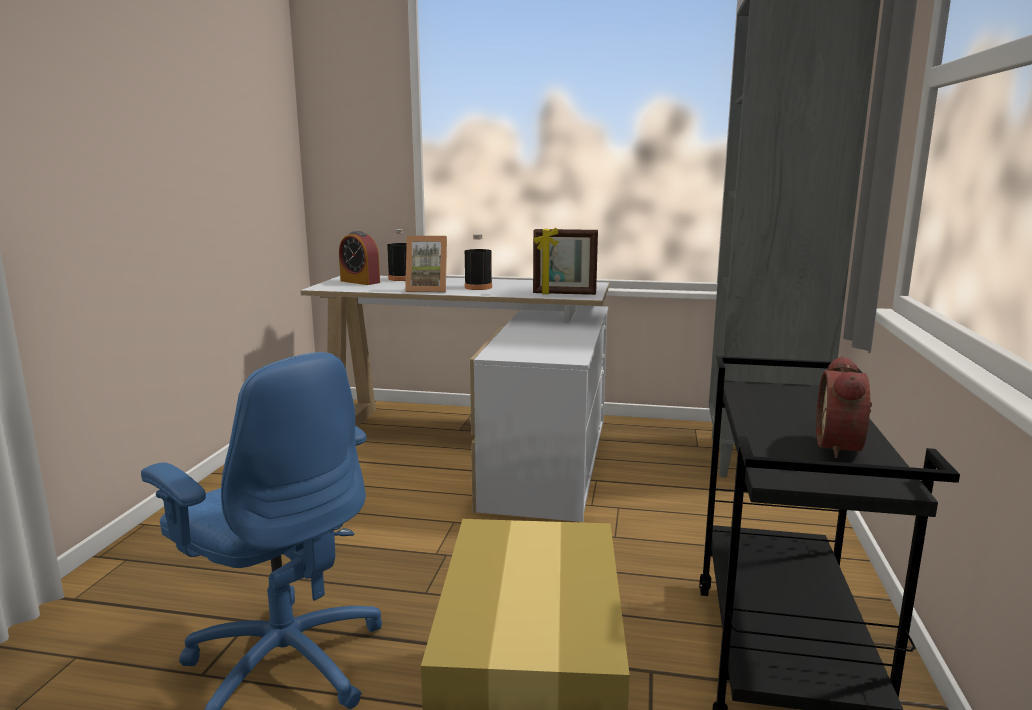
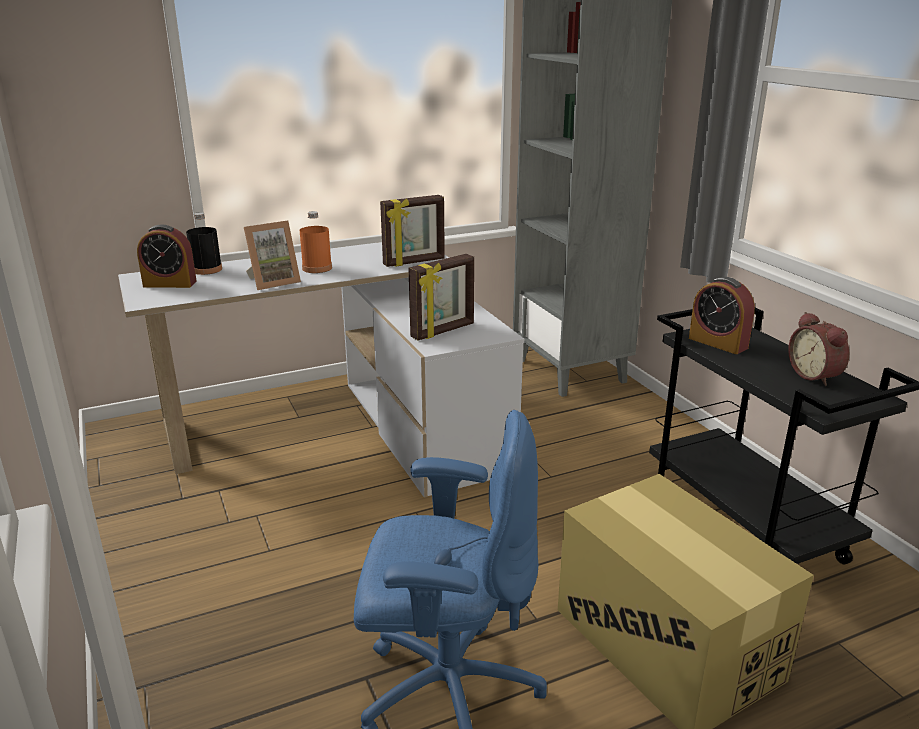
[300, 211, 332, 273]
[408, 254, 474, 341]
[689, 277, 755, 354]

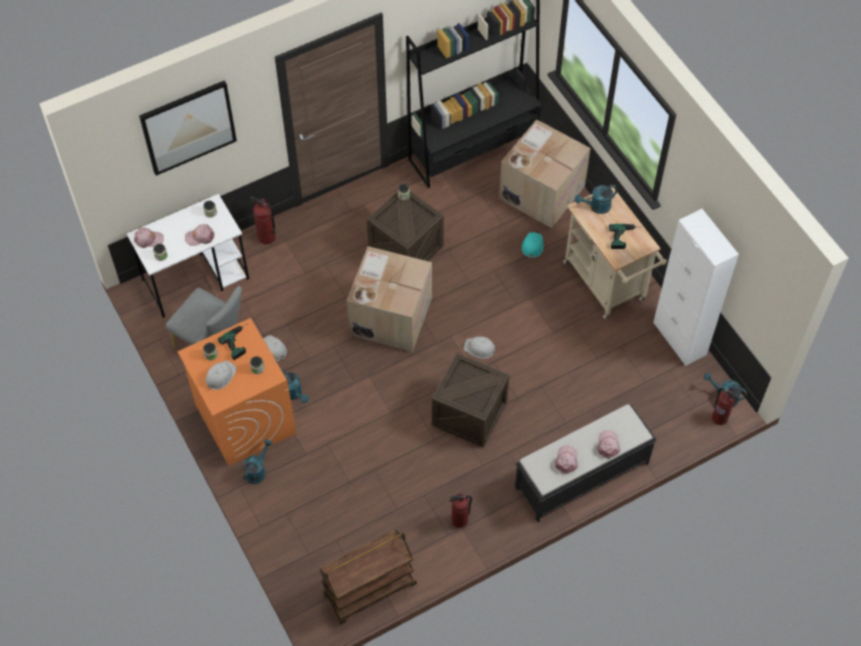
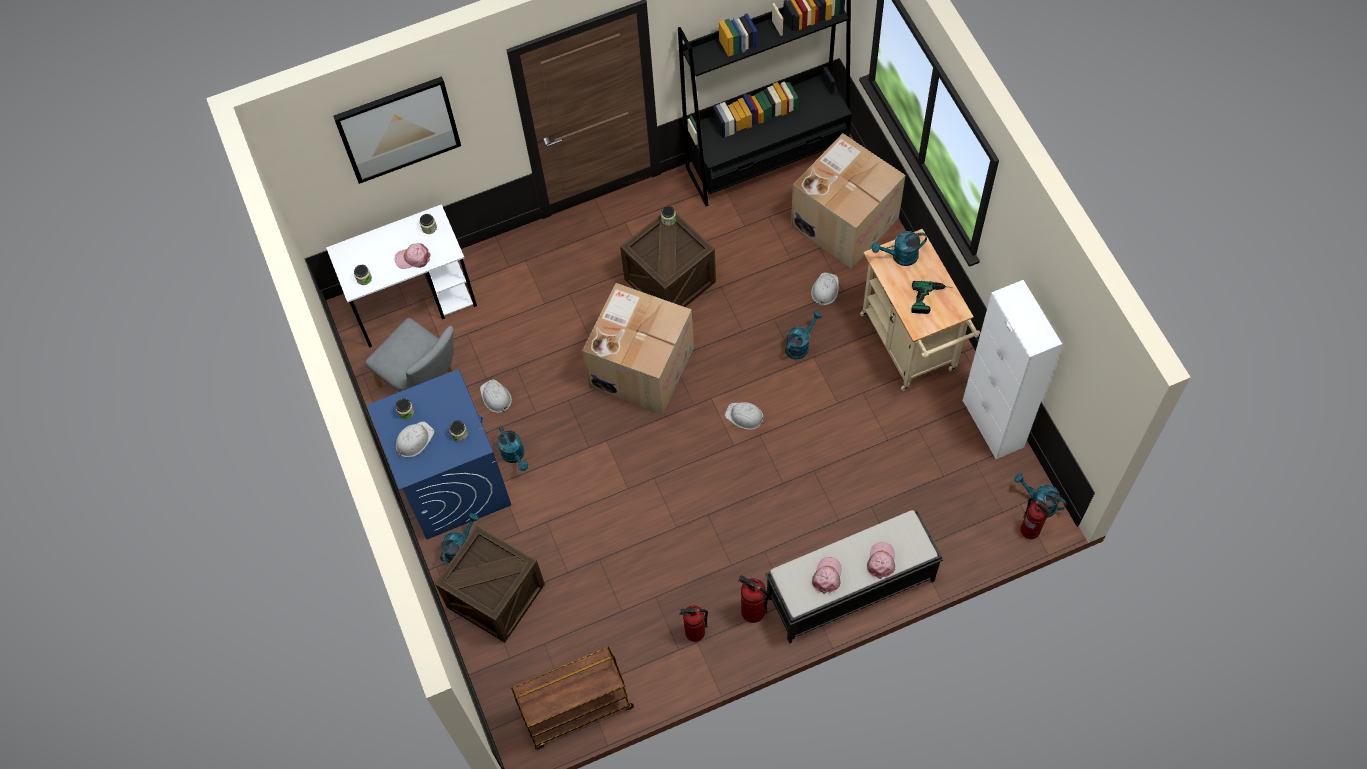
[134, 227, 164, 248] (first image)
[367, 369, 511, 539]
[218, 324, 247, 360] (first image)
[738, 575, 769, 623]
[435, 525, 545, 643]
[811, 272, 839, 306]
[785, 311, 822, 360]

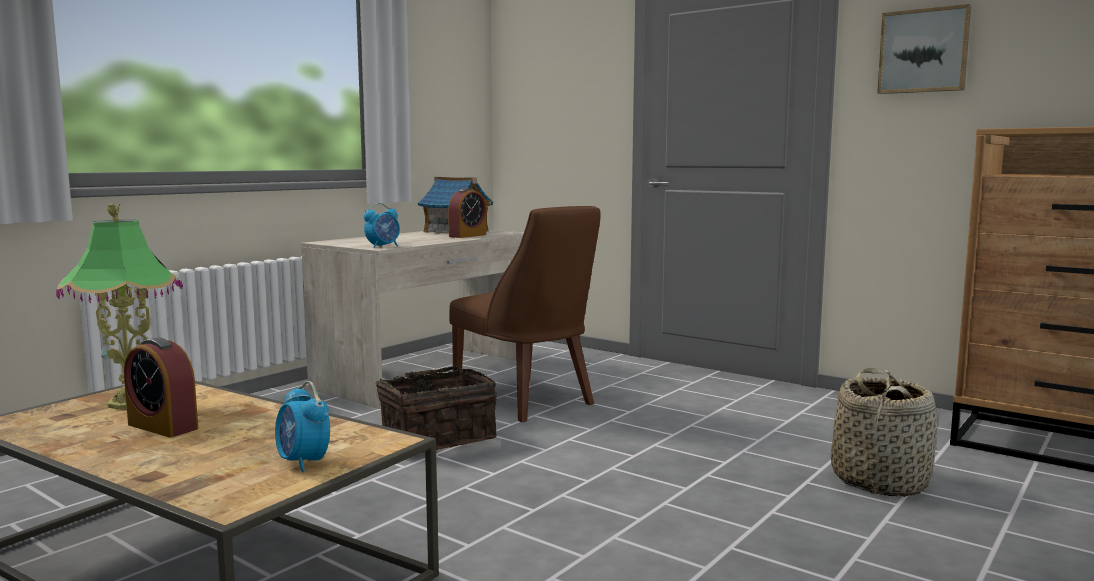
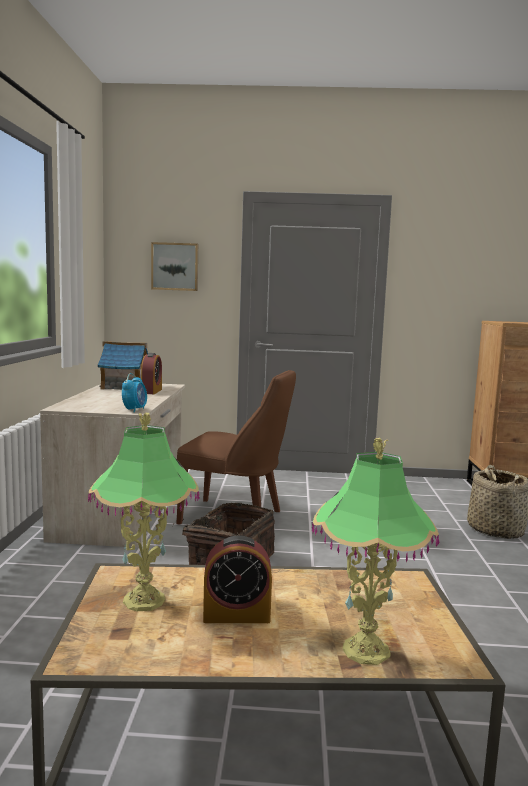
[275, 381, 330, 472] (first image)
[151, 242, 198, 291]
[312, 438, 439, 665]

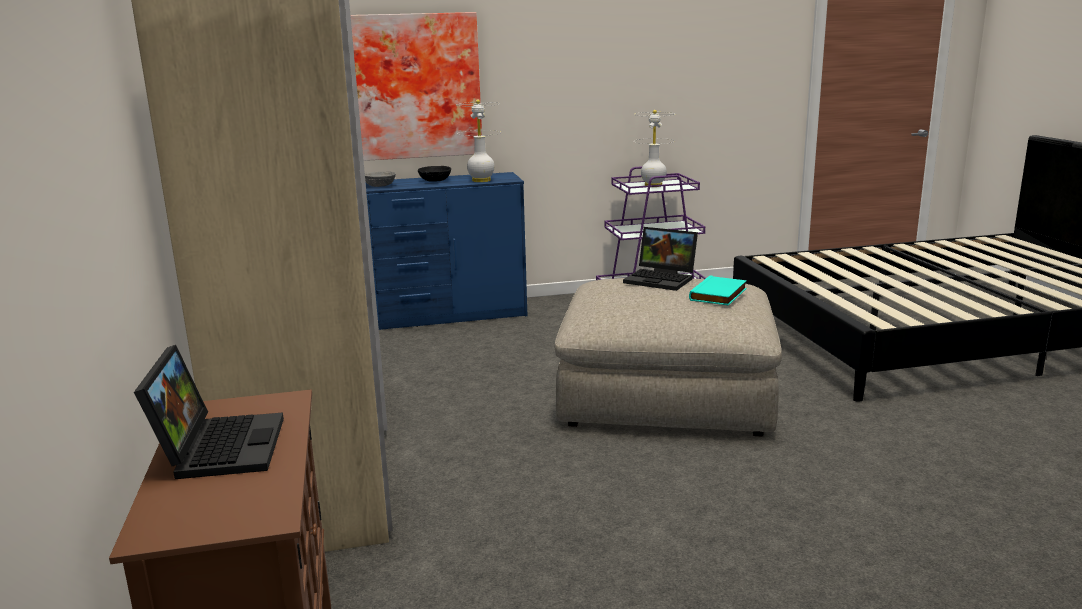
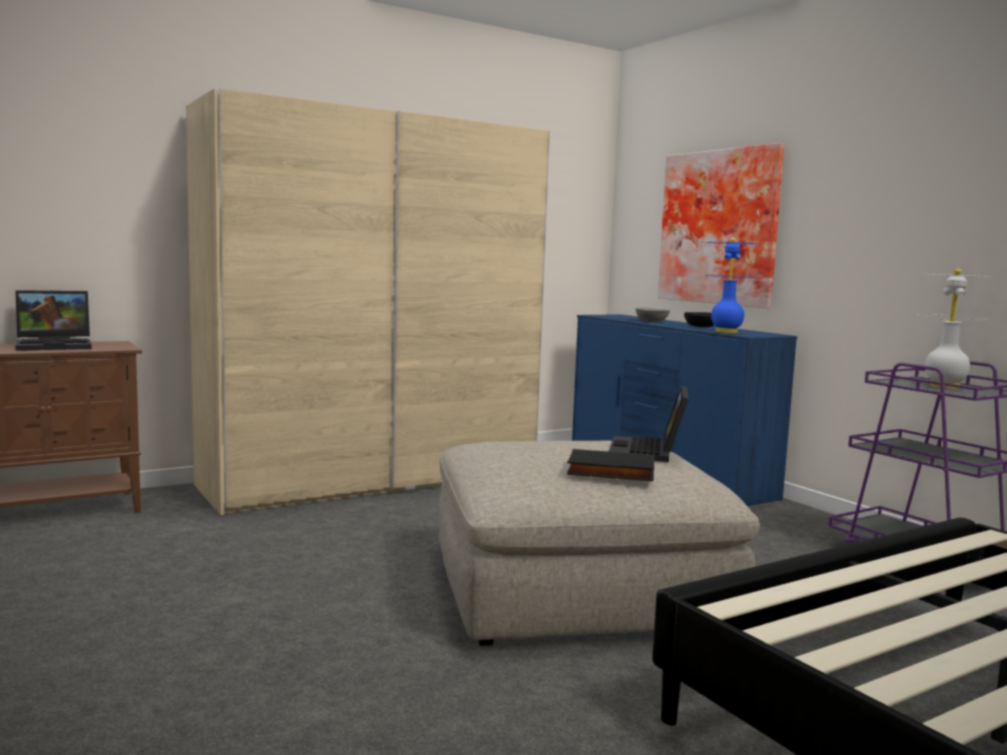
[704, 238, 758, 333]
[567, 449, 654, 481]

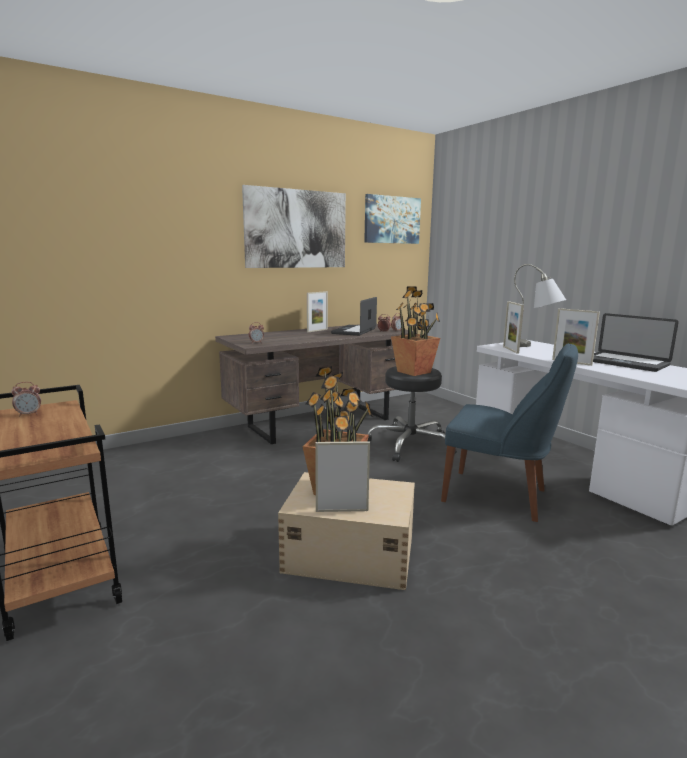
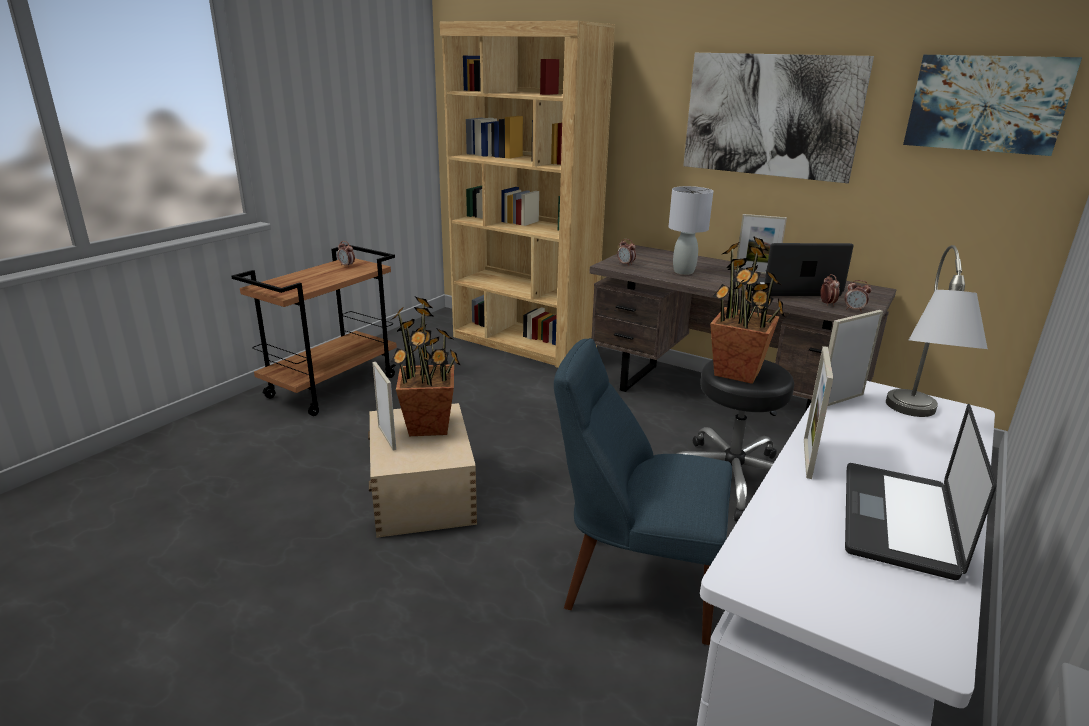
[554, 338, 732, 645]
[440, 21, 615, 368]
[669, 186, 713, 275]

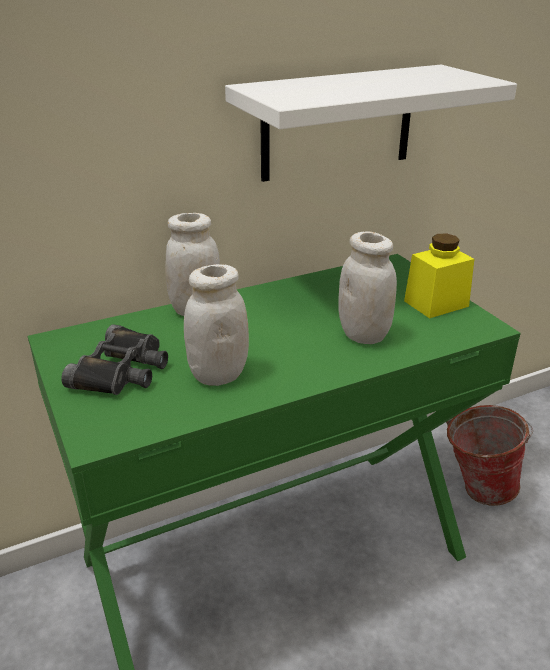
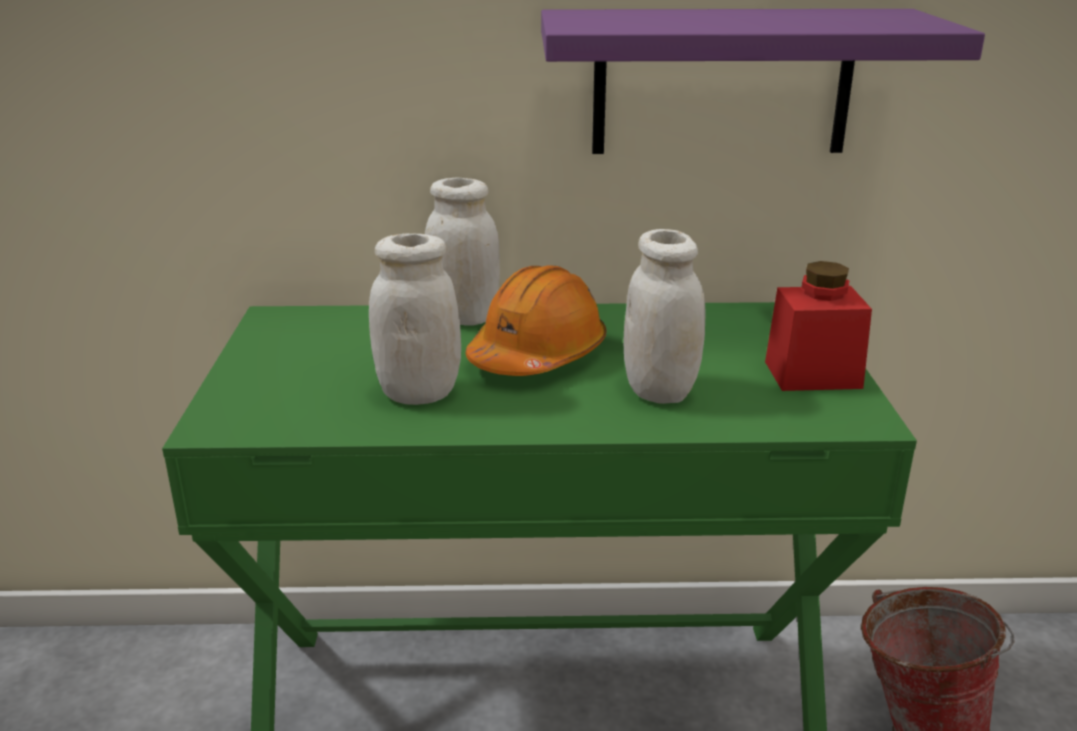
[61, 324, 168, 395] (first image)
[541, 9, 985, 154]
[765, 261, 872, 391]
[466, 265, 606, 376]

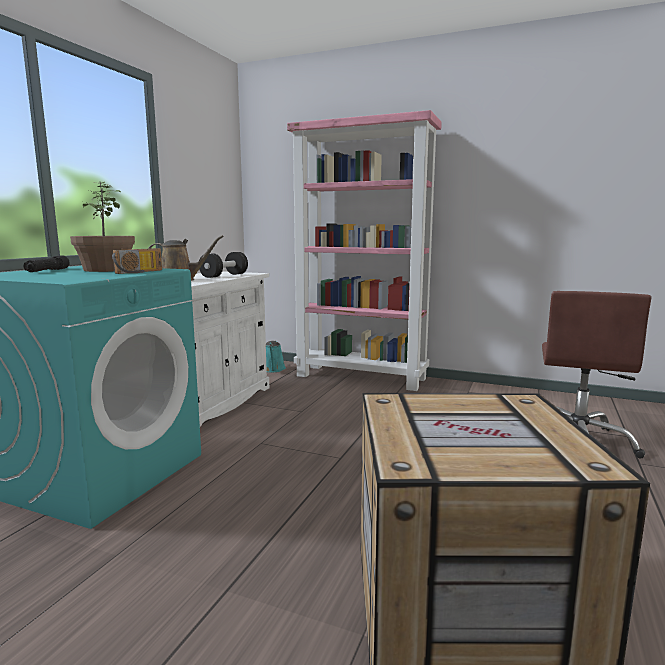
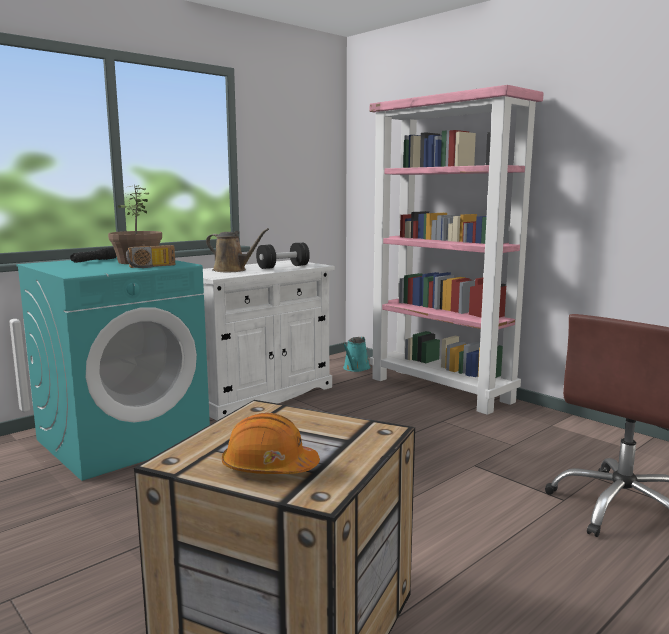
[222, 413, 320, 474]

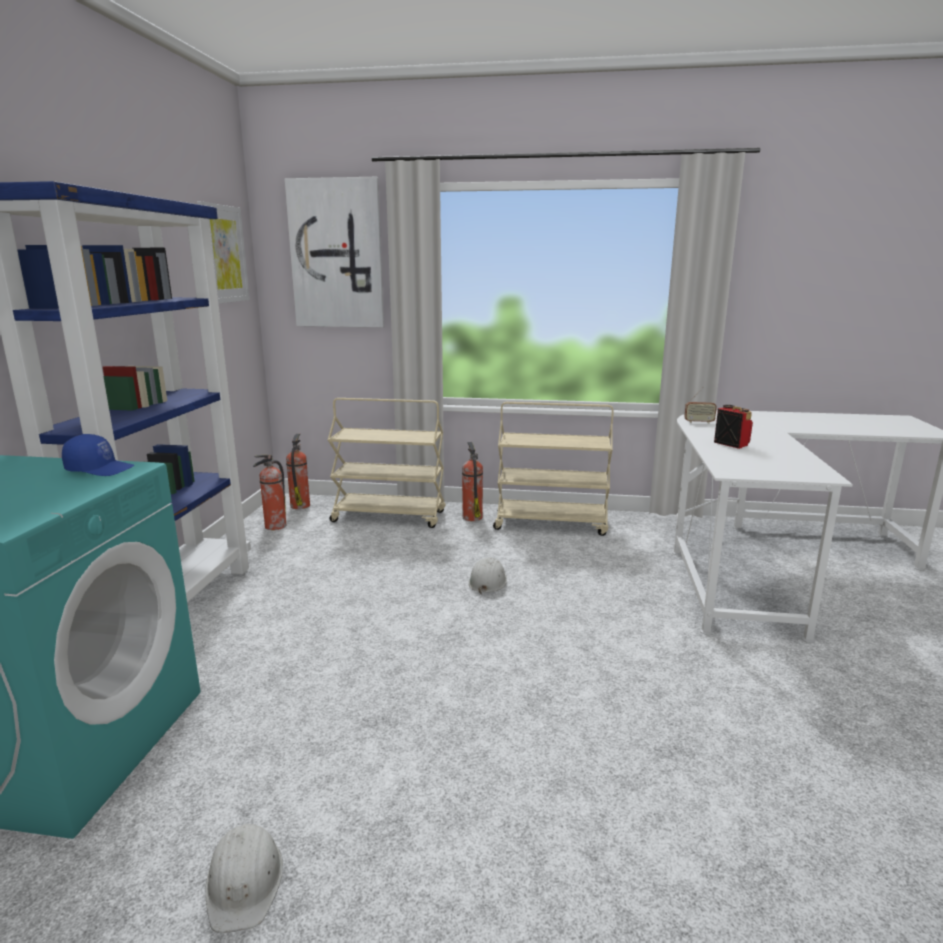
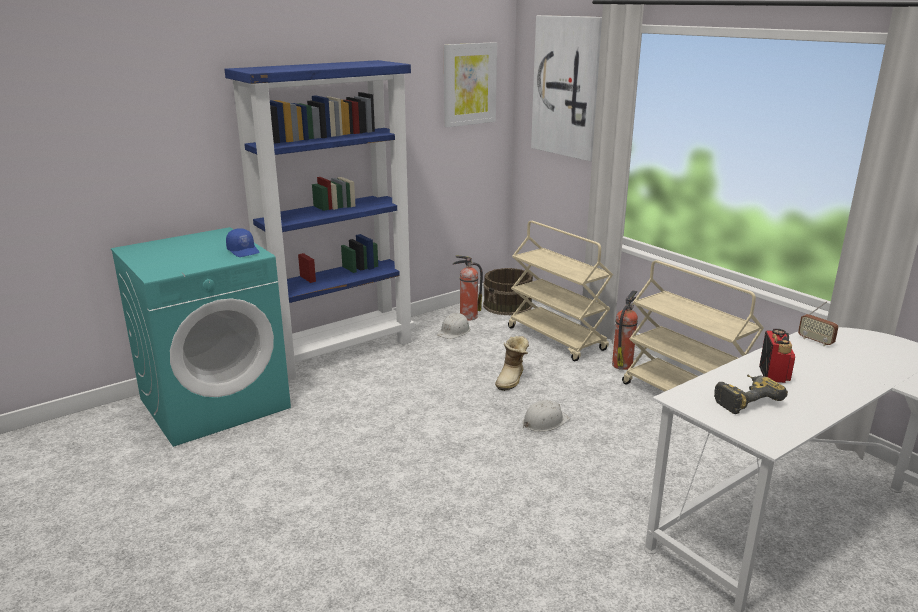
[437, 313, 470, 339]
[483, 268, 533, 315]
[495, 336, 529, 391]
[714, 375, 788, 414]

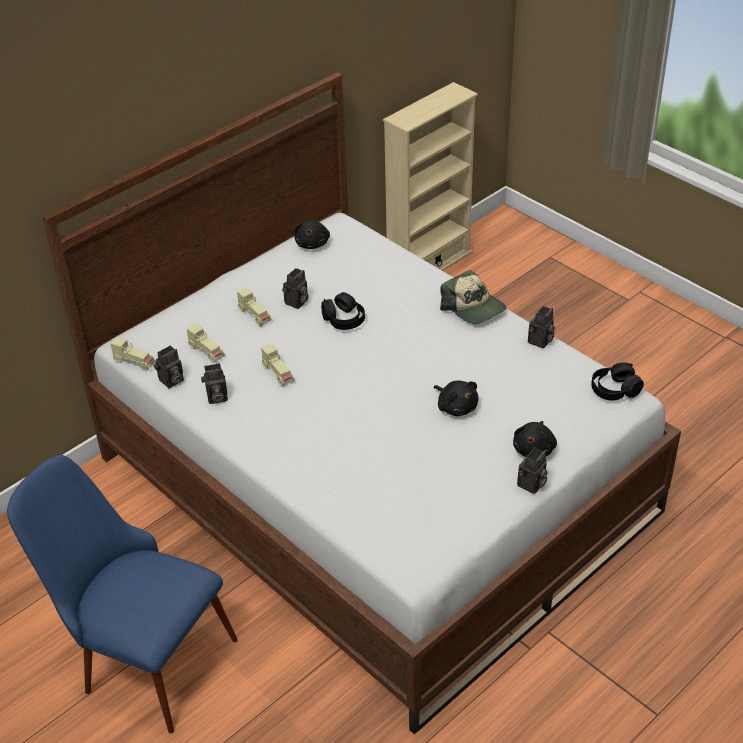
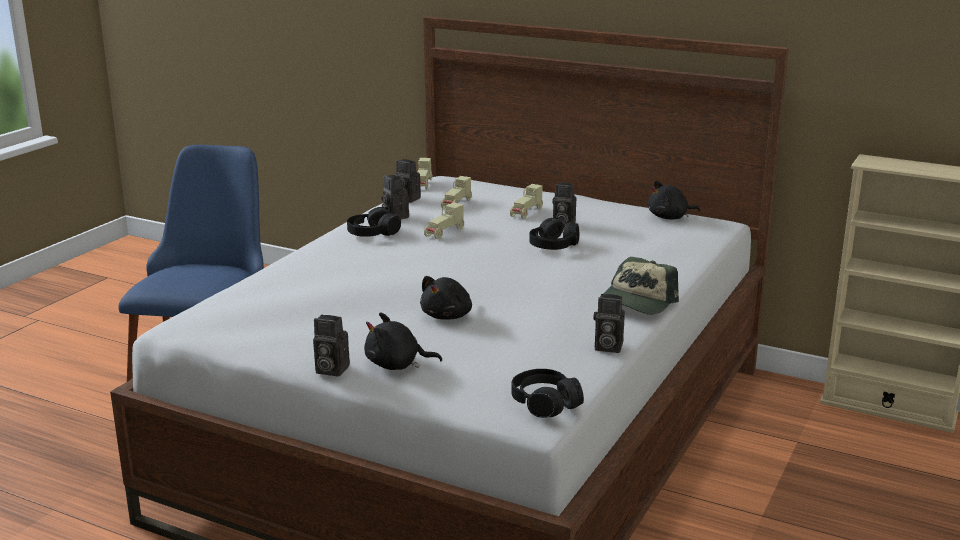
[347, 207, 401, 237]

